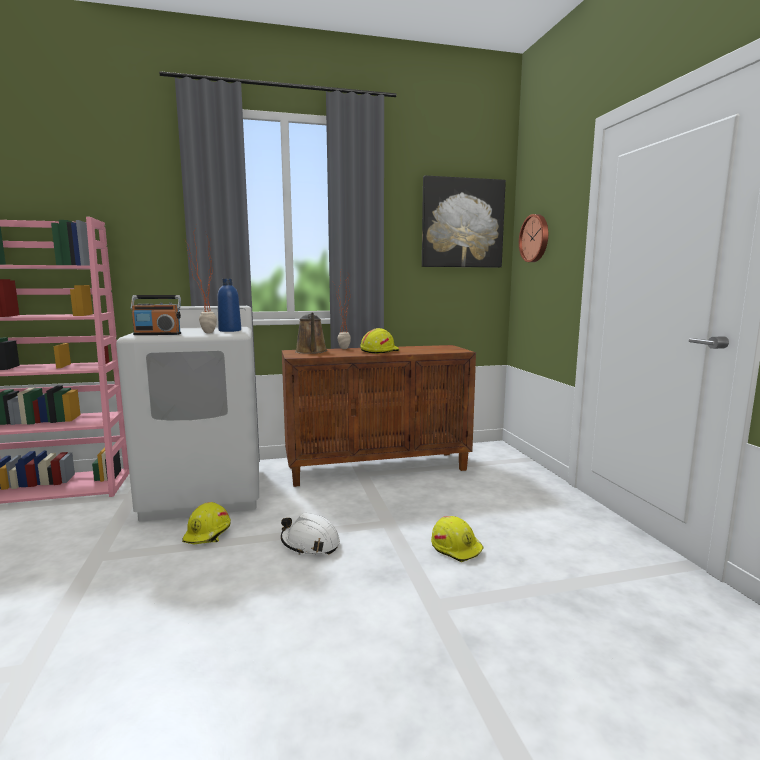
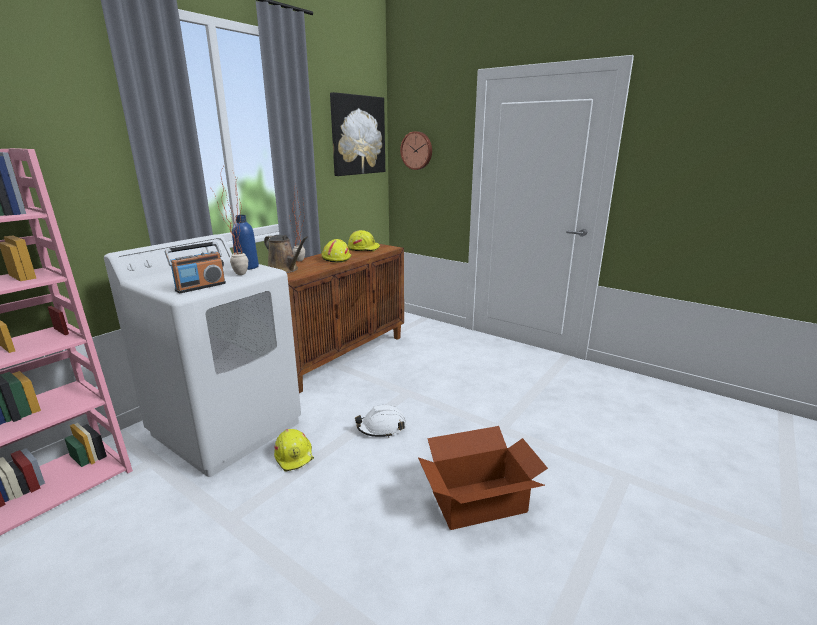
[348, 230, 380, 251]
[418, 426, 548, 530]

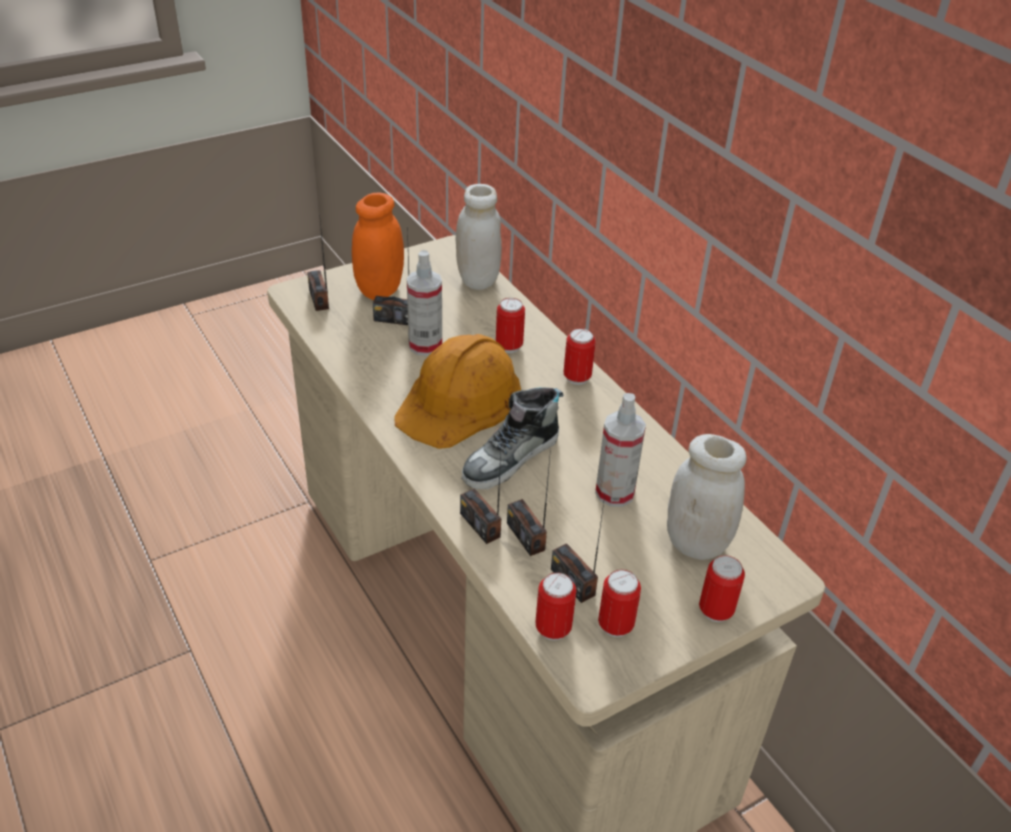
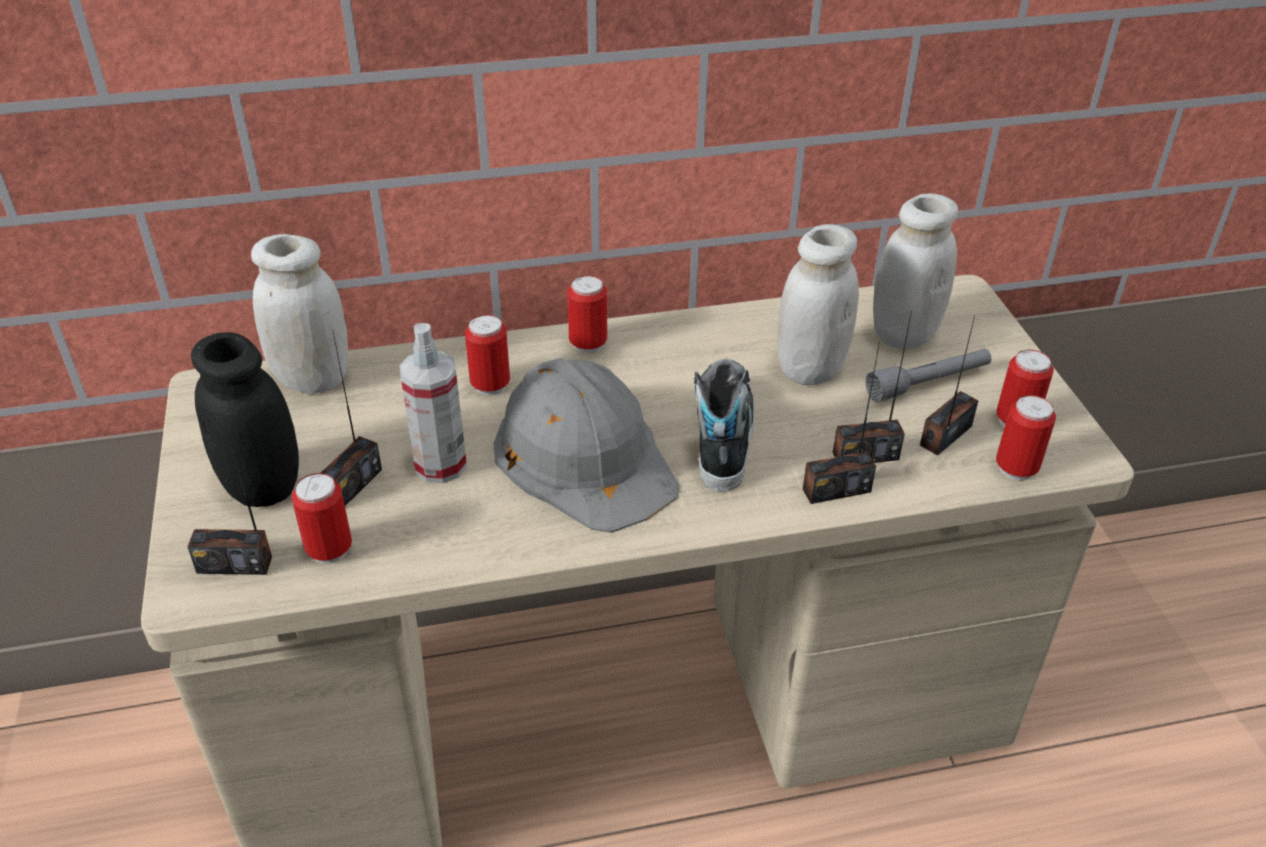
[191, 332, 299, 507]
[493, 358, 679, 533]
[694, 359, 755, 491]
[920, 315, 979, 456]
[777, 224, 859, 385]
[292, 473, 352, 564]
[865, 349, 991, 402]

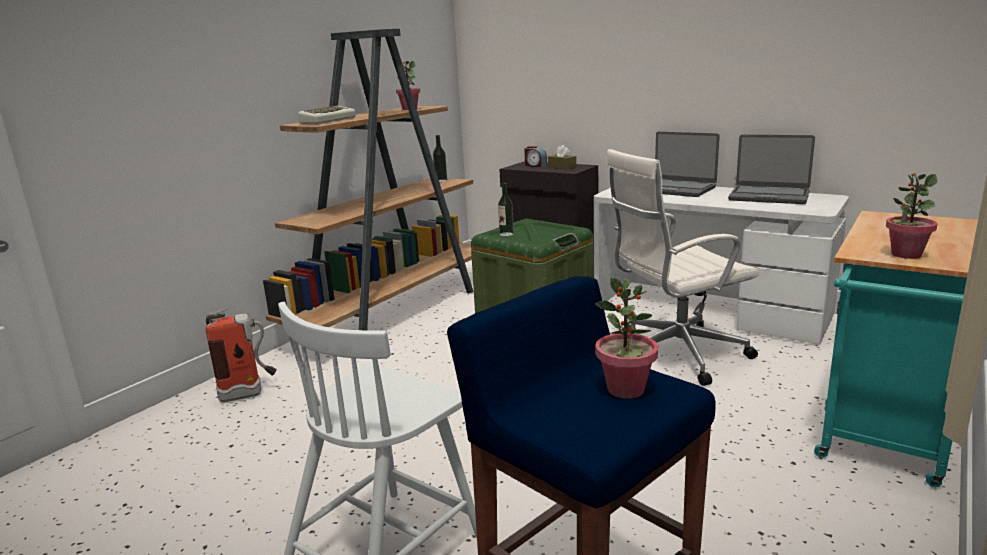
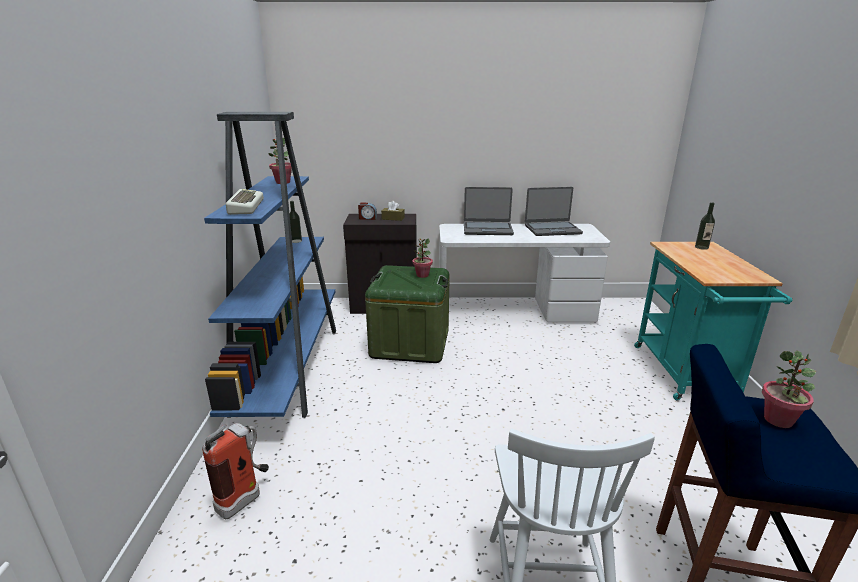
[204, 112, 336, 418]
[695, 202, 715, 250]
[606, 149, 759, 386] (first image)
[412, 238, 433, 278]

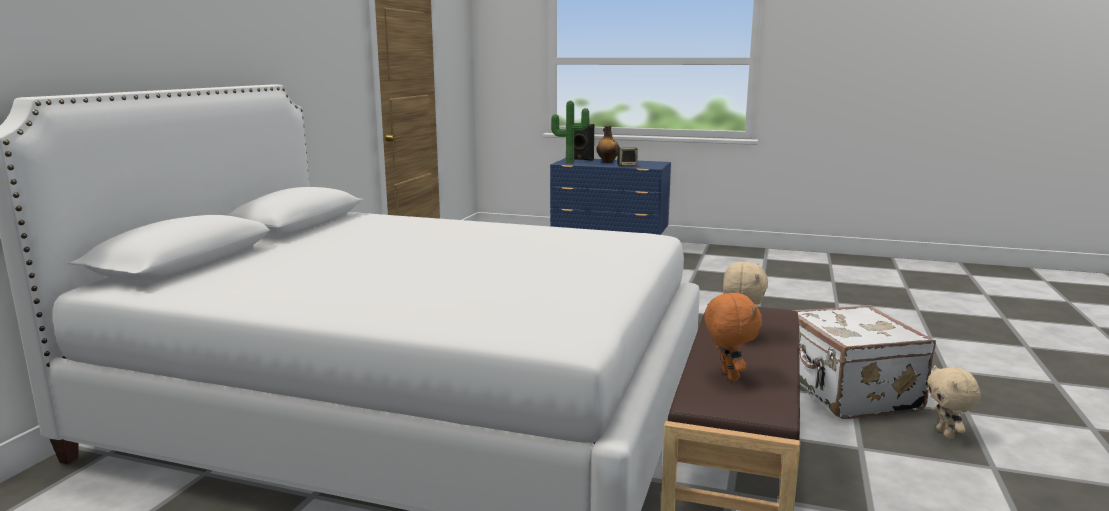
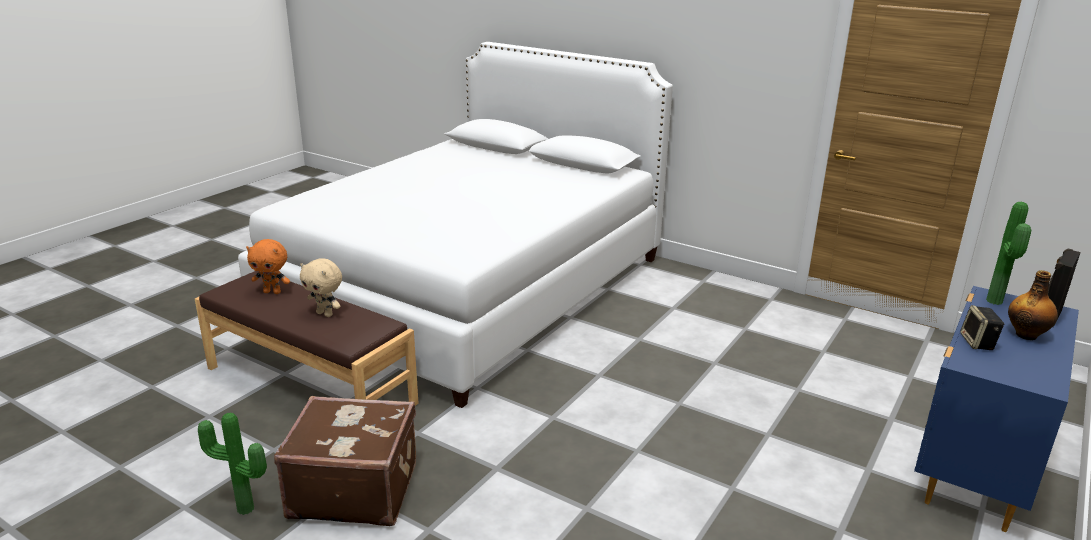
[274, 396, 416, 526]
[198, 412, 267, 515]

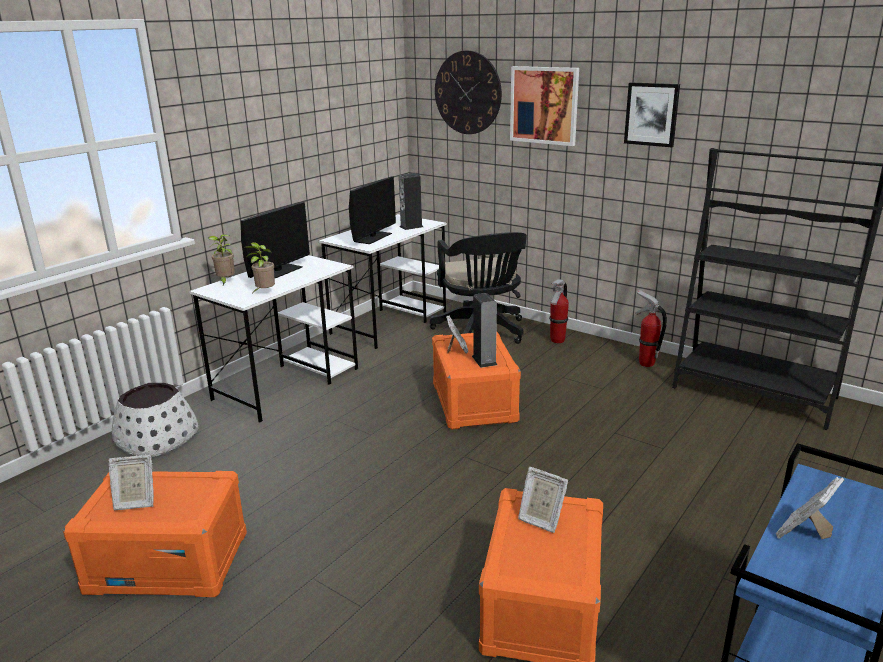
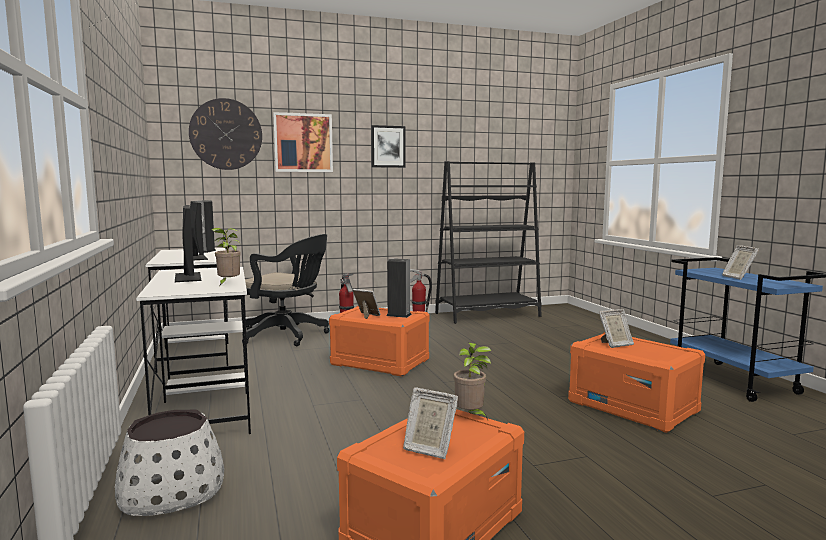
[403, 387, 458, 459]
[454, 343, 491, 420]

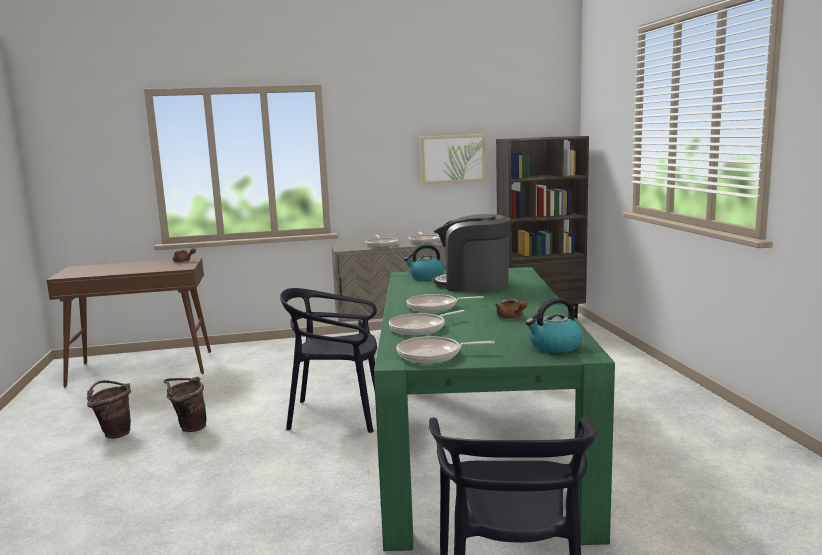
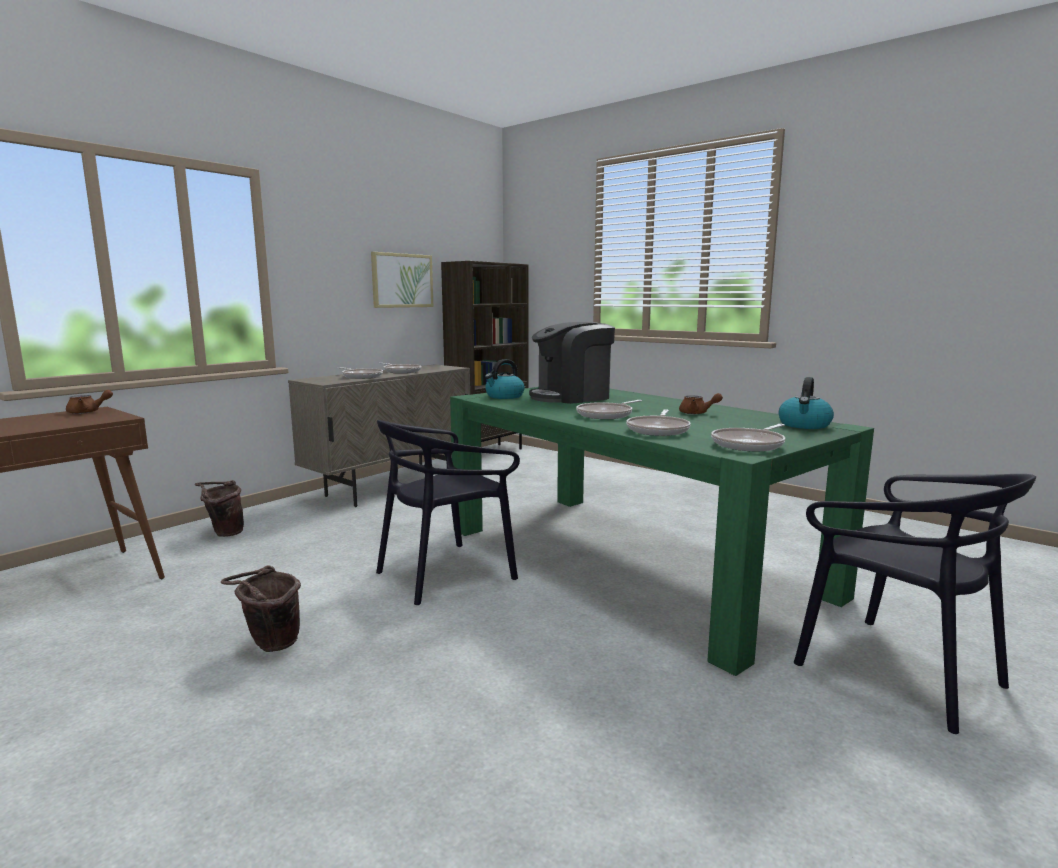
[195, 480, 244, 537]

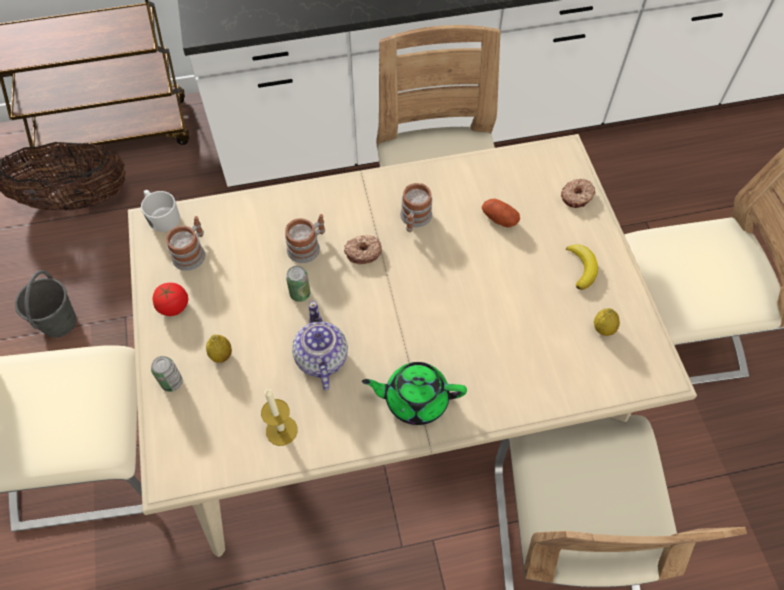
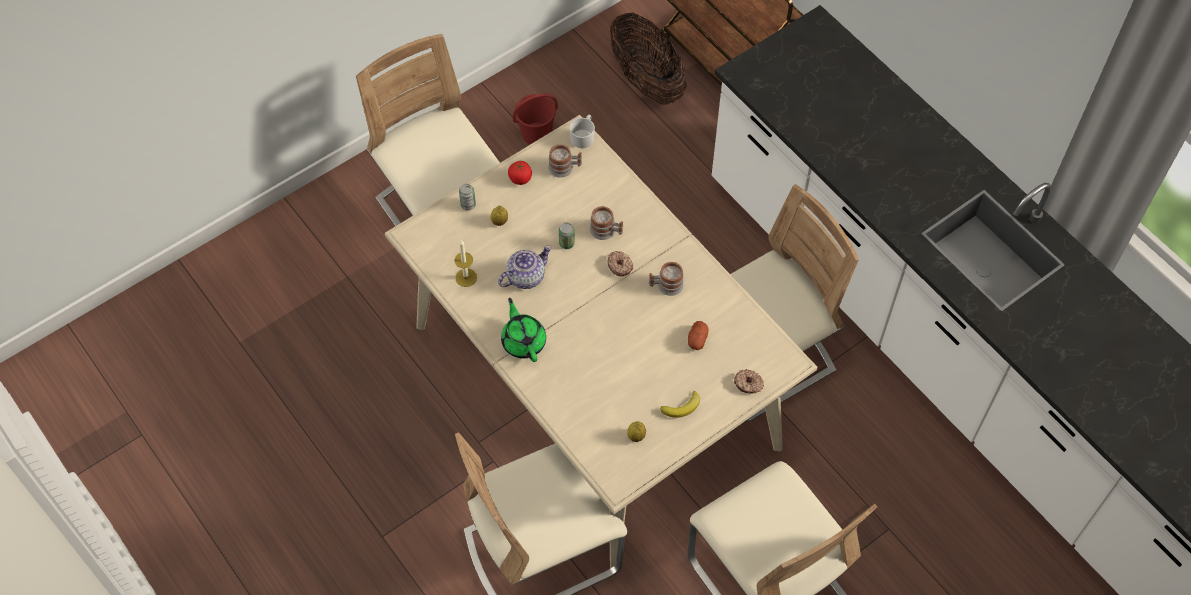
[513, 94, 558, 145]

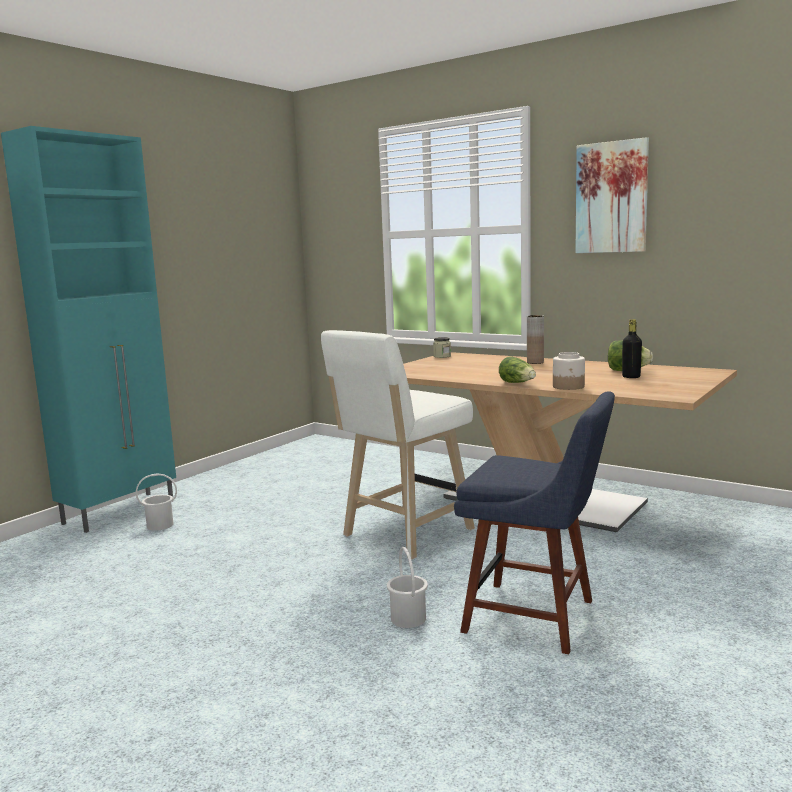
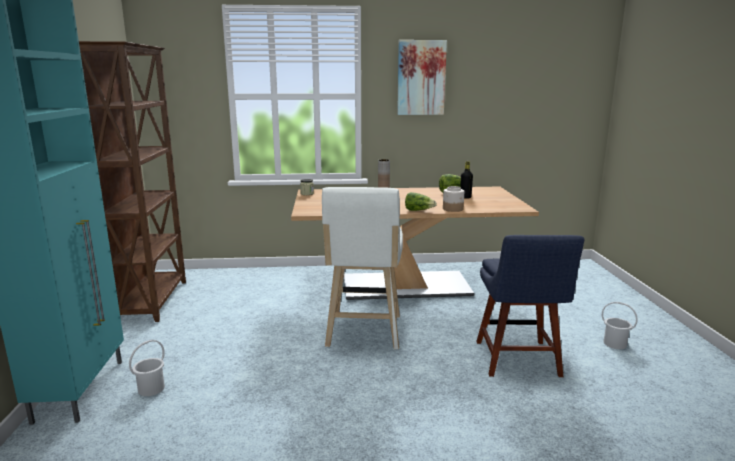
[602, 302, 638, 349]
[476, 235, 584, 377]
[79, 41, 186, 322]

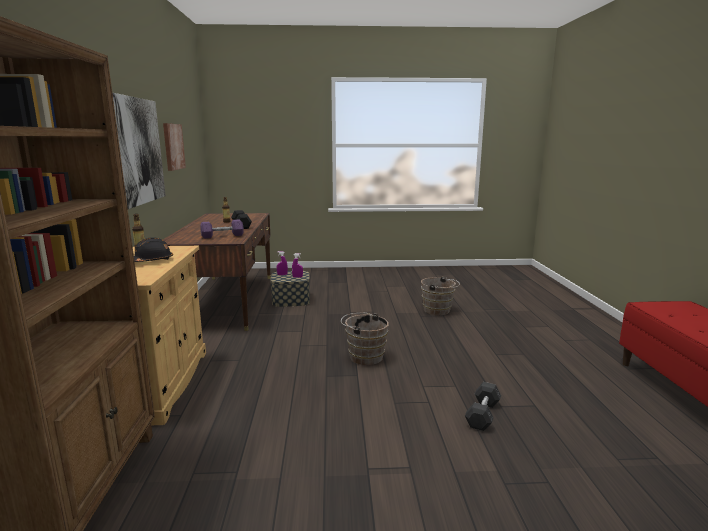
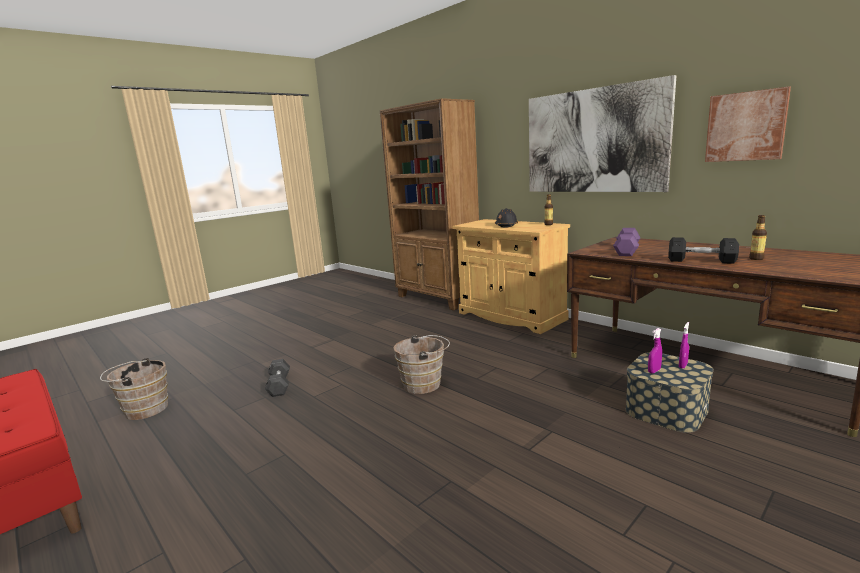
[100, 358, 168, 420]

